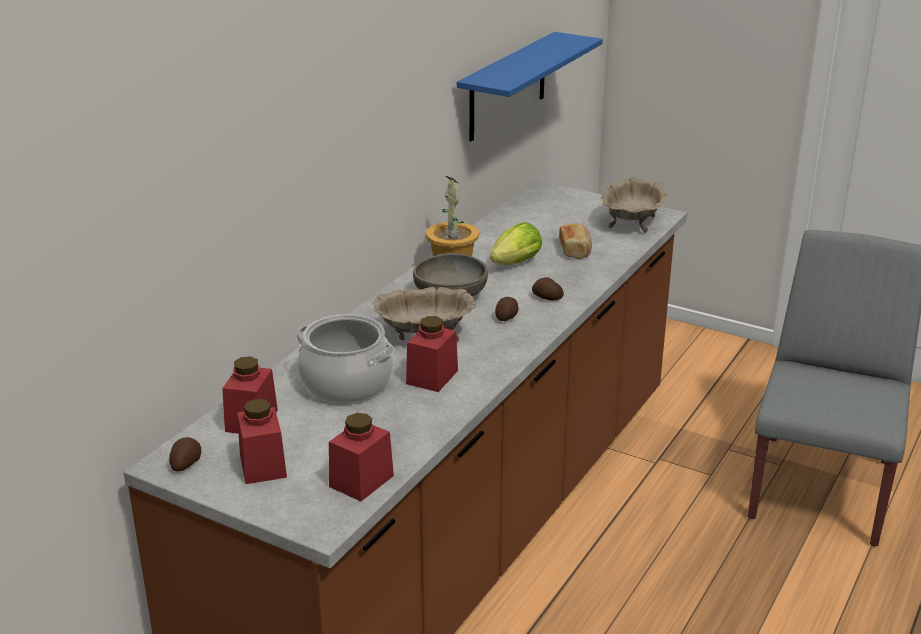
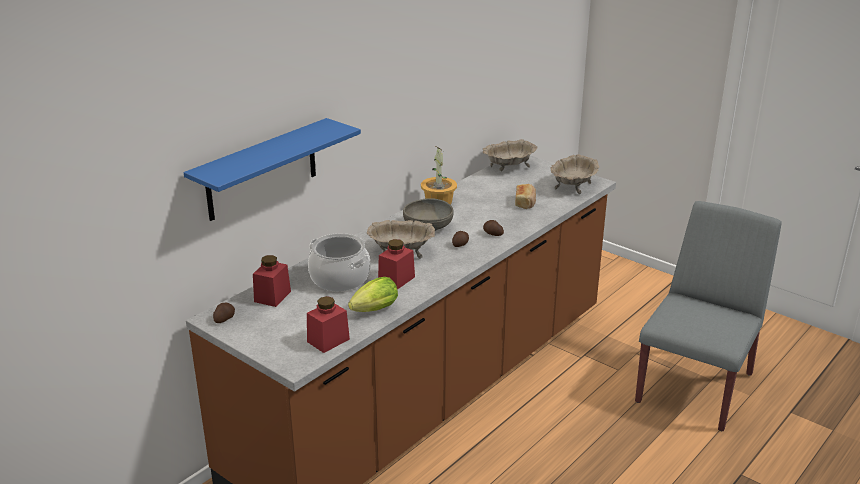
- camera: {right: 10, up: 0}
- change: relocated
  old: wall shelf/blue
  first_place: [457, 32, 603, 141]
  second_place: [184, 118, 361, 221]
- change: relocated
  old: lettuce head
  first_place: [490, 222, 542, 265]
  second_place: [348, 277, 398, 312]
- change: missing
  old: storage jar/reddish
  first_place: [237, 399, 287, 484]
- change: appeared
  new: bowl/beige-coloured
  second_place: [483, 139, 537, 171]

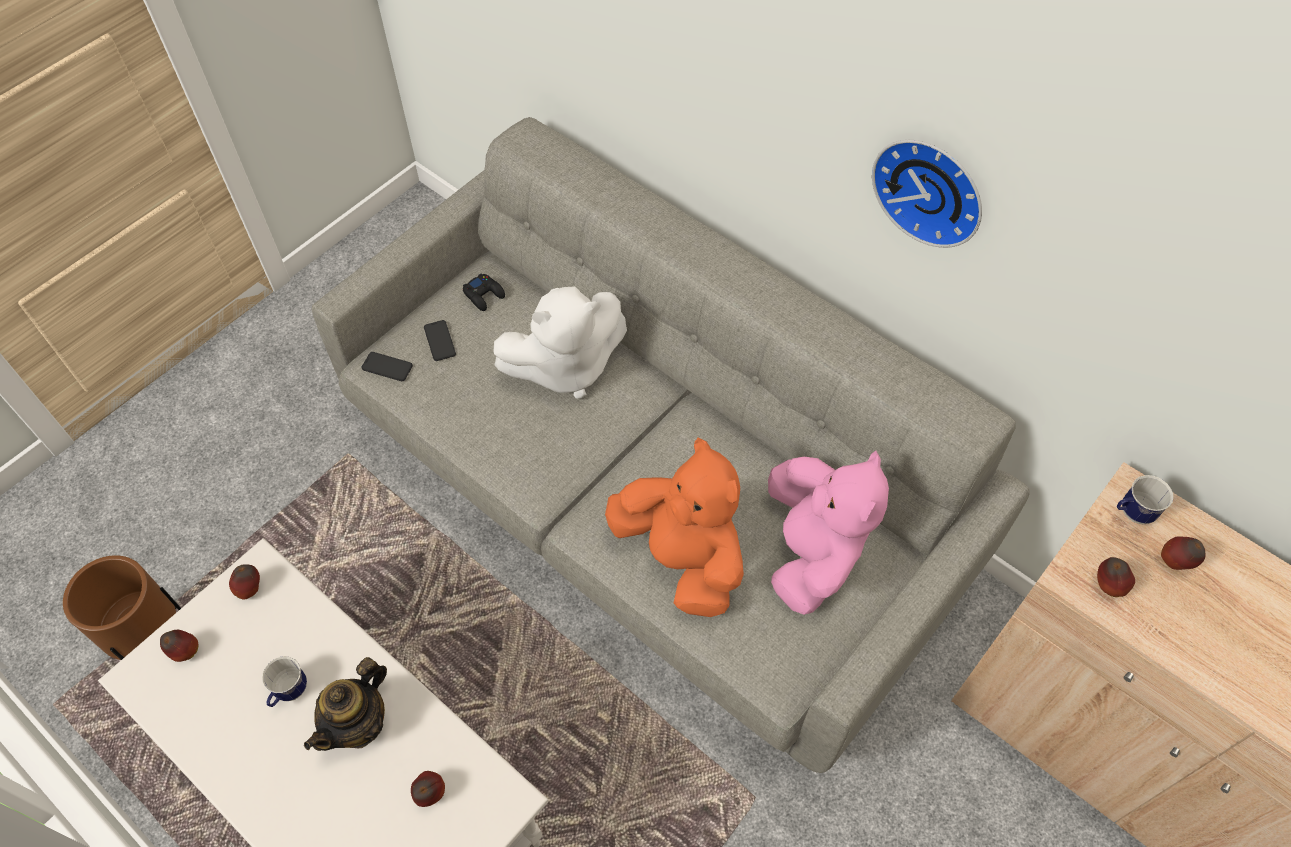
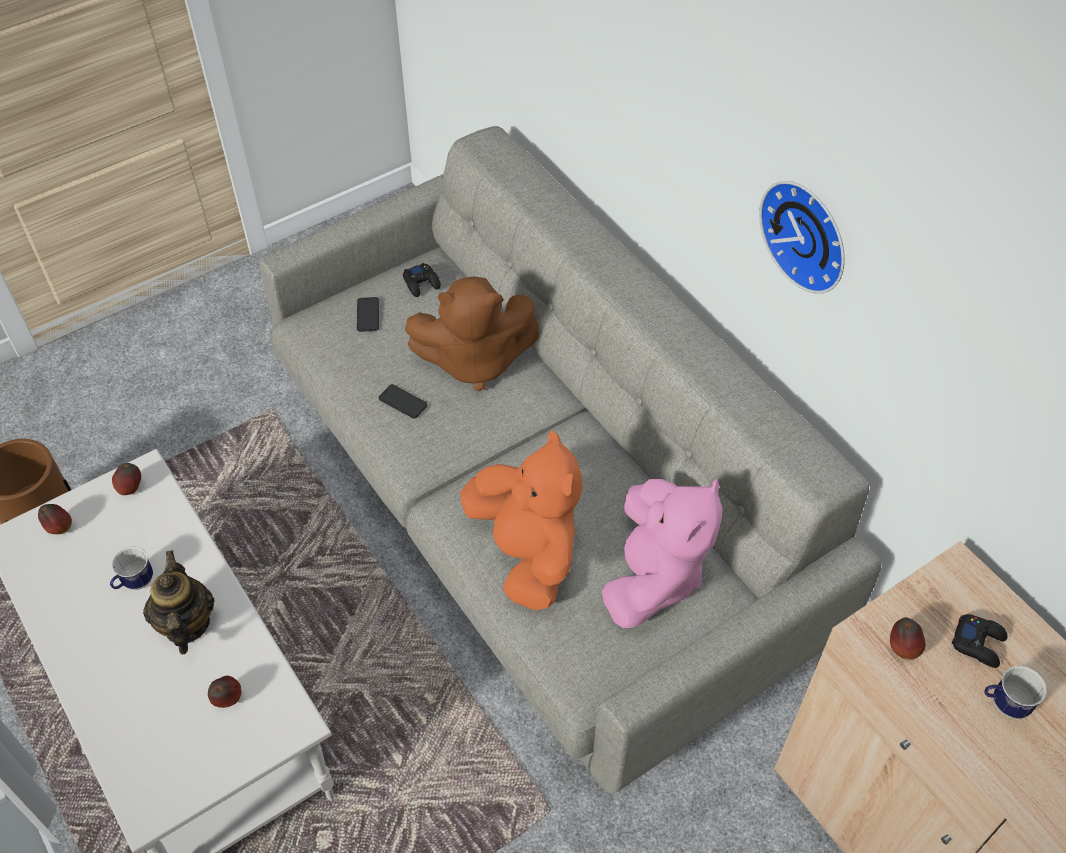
- camera: {right: 15, up: -5}
- change: colour
  old: cuddly toy/white
  new: cuddly toy/brown-coloured
  first_place: [494, 286, 627, 399]
  second_place: [405, 277, 539, 391]
- change: relocated
  old: handset
  first_place: [361, 352, 413, 381]
  second_place: [379, 384, 428, 419]
- change: relocated
  old: mug
  first_place: [1117, 475, 1173, 524]
  second_place: [984, 666, 1047, 719]
- change: exchanged
  old: whole apple
  new: gamepad/blackish
  first_place: [1161, 536, 1205, 570]
  second_place: [952, 614, 1008, 668]
- change: spun
  old: tea pot
  first_place: [304, 657, 387, 751]
  second_place: [143, 551, 215, 654]
  degrees: 120

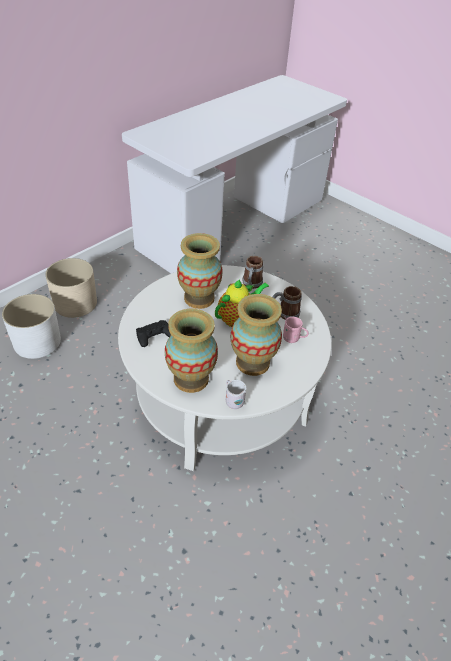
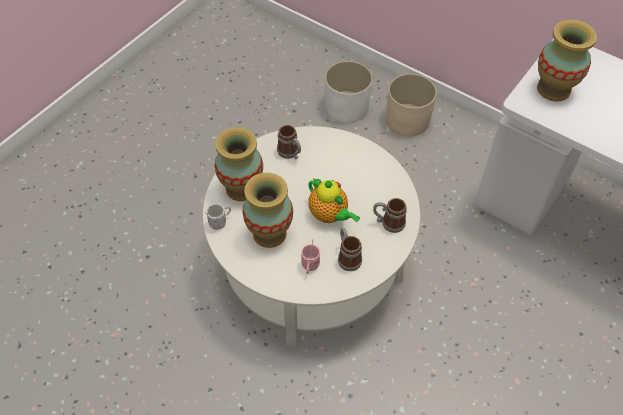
- camera: {right: 85, up: 10}
- change: relocated
  old: flower vase
  first_place: [177, 233, 223, 309]
  second_place: [537, 20, 597, 102]
- change: exchanged
  old: gamepad/blackish
  new: mug
  first_place: [136, 320, 171, 347]
  second_place: [277, 125, 301, 159]

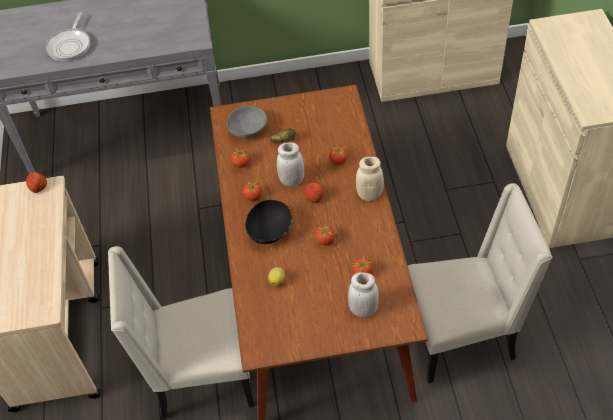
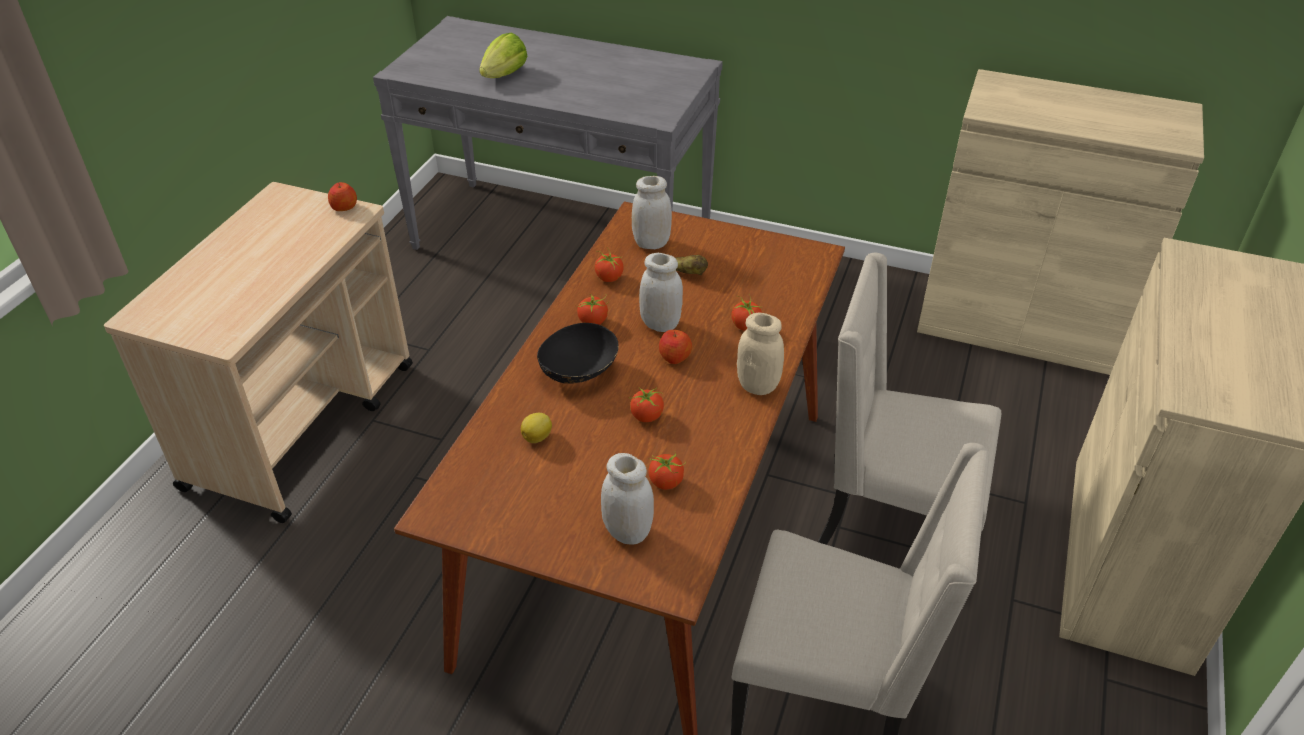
- camera: {right: 25, up: -10}
- change: exchanged
  old: skillet
  new: lettuce head
  first_place: [46, 12, 90, 61]
  second_place: [479, 33, 527, 78]
- change: exchanged
  old: bowl/greyish
  new: storage jar/white
  first_place: [227, 106, 267, 138]
  second_place: [632, 176, 672, 249]
- change: relocated
  old: upright chair/beige-coloured
  first_place: [108, 246, 254, 420]
  second_place: [818, 253, 1001, 545]

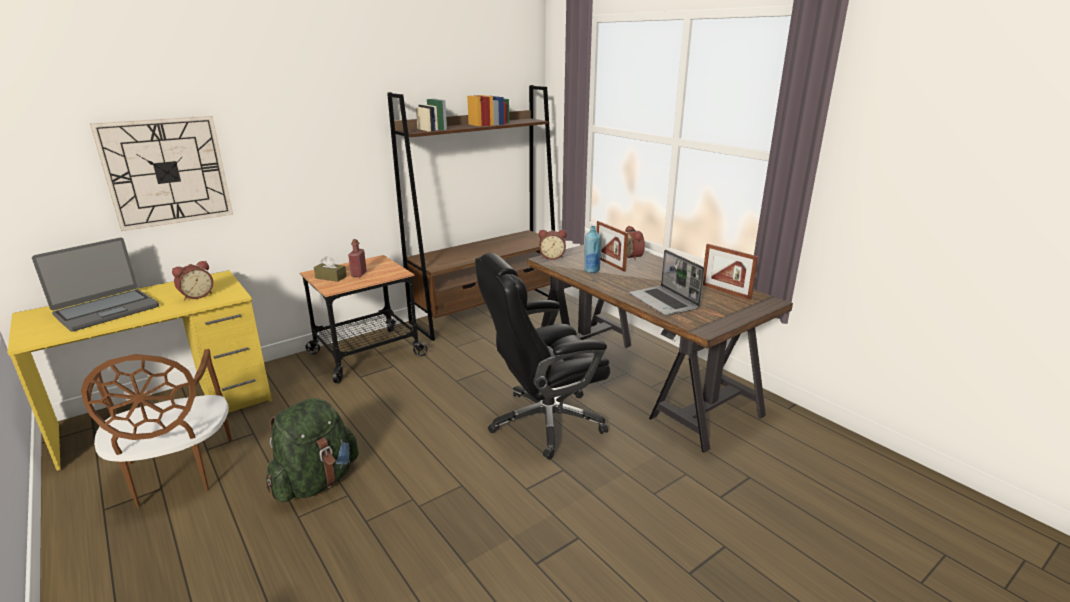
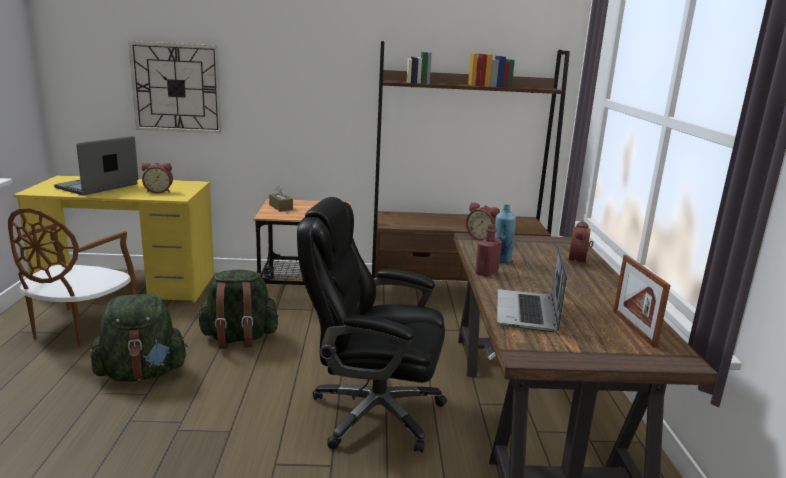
- camera: {right: 35, up: -5}
- change: missing
  old: photo frame
  first_place: [596, 221, 628, 272]
- change: spun
  old: notebook computer
  first_place: [32, 238, 159, 332]
  second_place: [54, 136, 138, 195]
  degrees: 135
- change: relocated
  old: drink bottle/reddish
  first_place: [348, 239, 367, 277]
  second_place: [475, 224, 502, 277]
- change: appeared
  new: rucksack/green
  second_place: [196, 270, 278, 349]

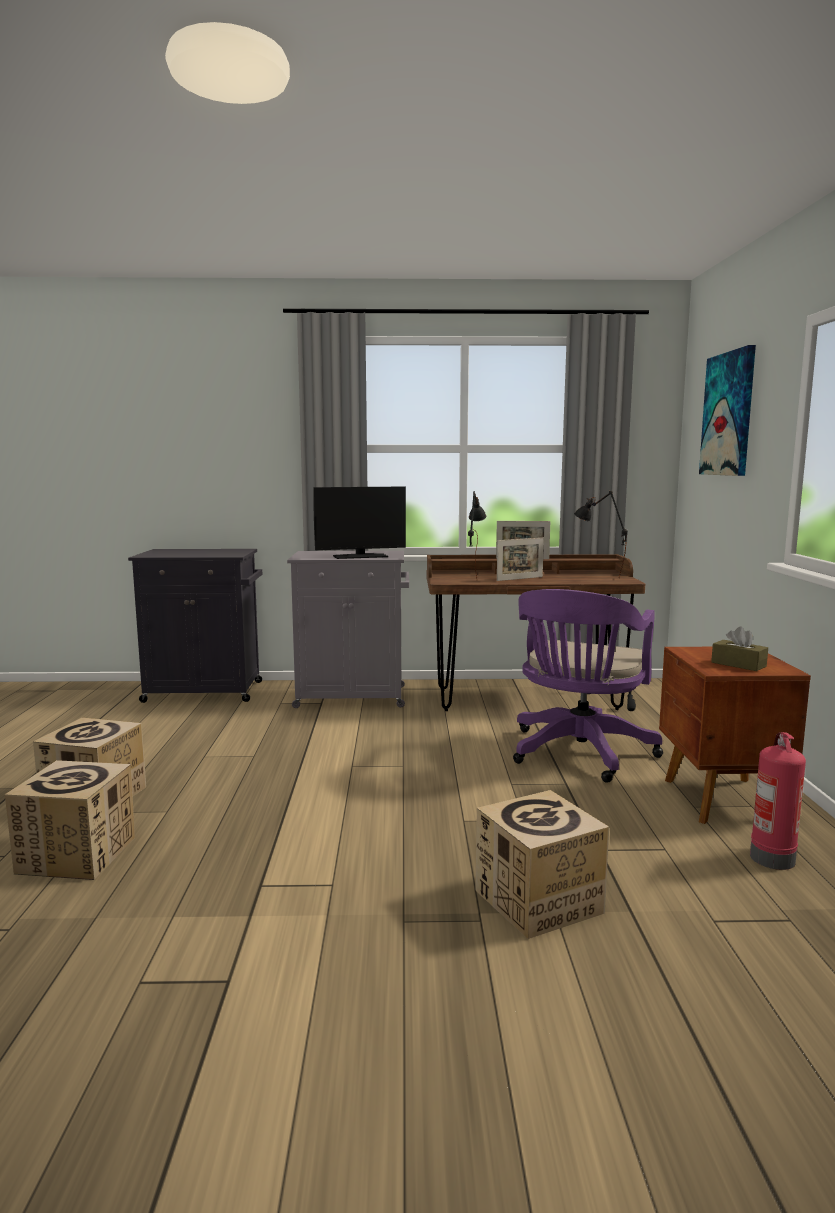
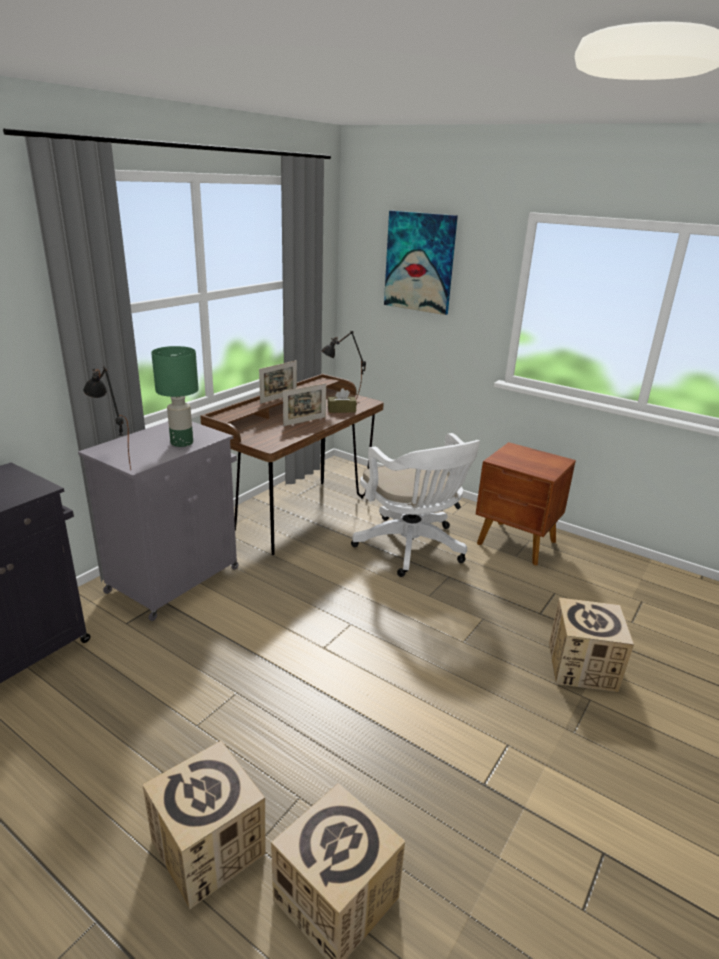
- camera: {right: -55, up: 15}
- change: exchanged
  old: monitor
  new: tabletop lamp/green
  first_place: [313, 487, 406, 559]
  second_place: [151, 346, 199, 447]
- change: relocated
  old: tabletop lamp/blackish
  first_place: [468, 491, 486, 578]
  second_place: [83, 366, 131, 470]
- change: spun
  old: photo frame
  first_place: [497, 538, 544, 581]
  second_place: [283, 383, 326, 426]
  degrees: 45
- change: colour
  old: computer chair/purple
  new: computer chair/white
  first_place: [513, 589, 663, 783]
  second_place: [351, 433, 480, 577]
- change: relocated
  old: box of tissues/brown-coloured
  first_place: [711, 627, 768, 671]
  second_place: [328, 388, 357, 413]
- change: missing
  old: fire extinguisher
  first_place: [750, 732, 806, 870]

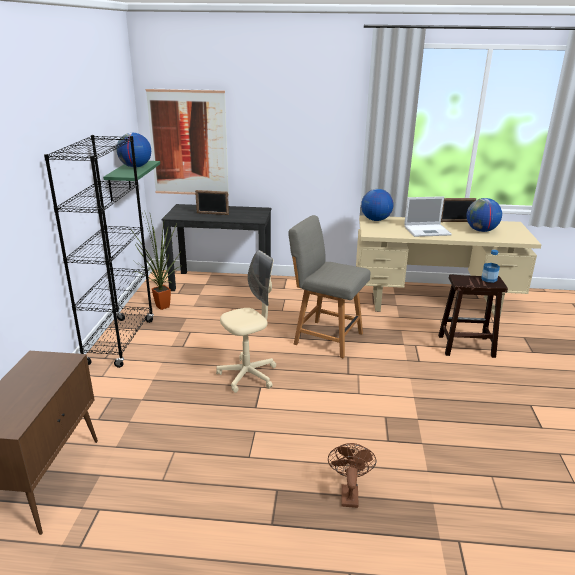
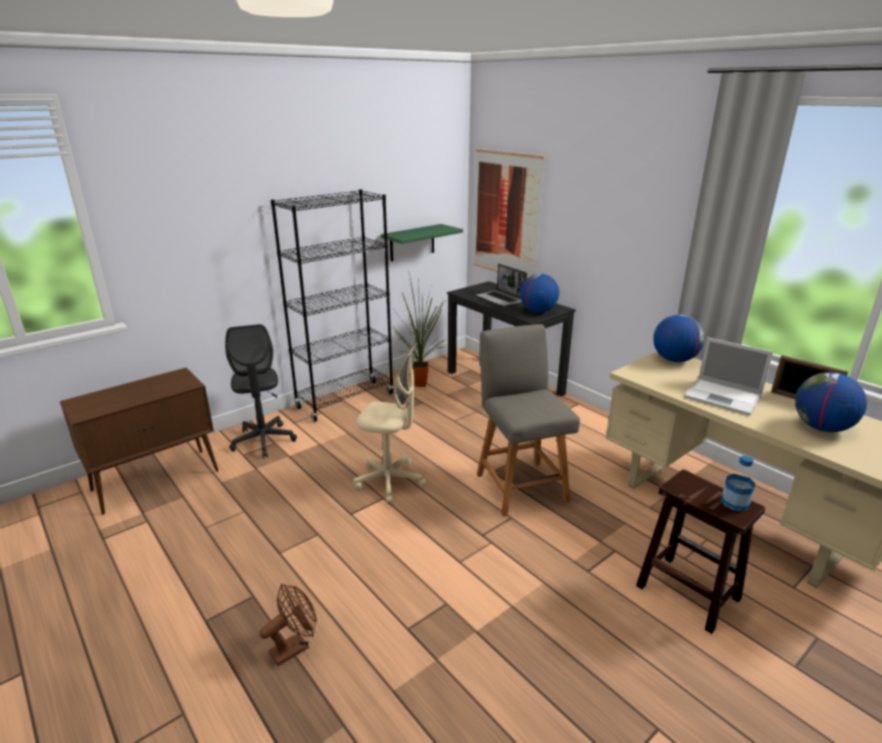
- camera: {right: 45, up: 0}
- change: relocated
  old: world globe
  first_place: [116, 133, 151, 167]
  second_place: [520, 274, 559, 313]
- change: exchanged
  old: photo frame
  new: notebook computer
  first_place: [195, 190, 229, 215]
  second_place: [476, 264, 527, 307]
- change: appeared
  new: computer chair/greyish
  second_place: [225, 324, 297, 458]

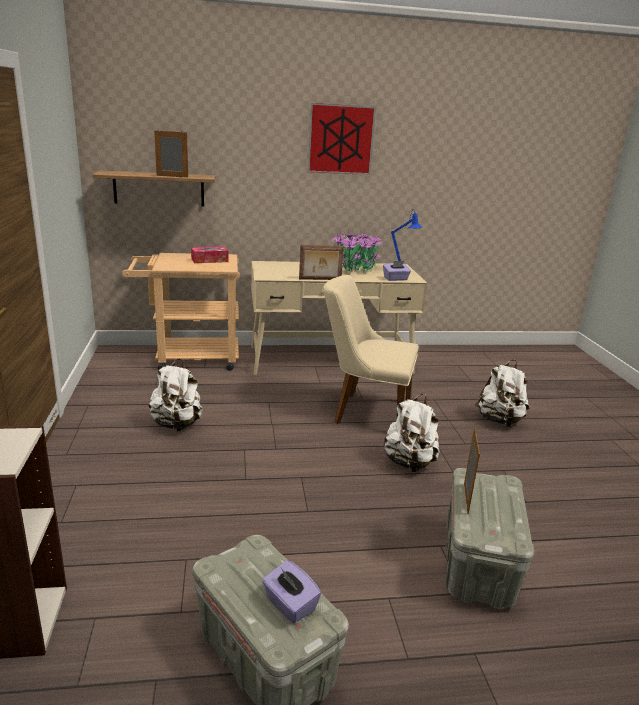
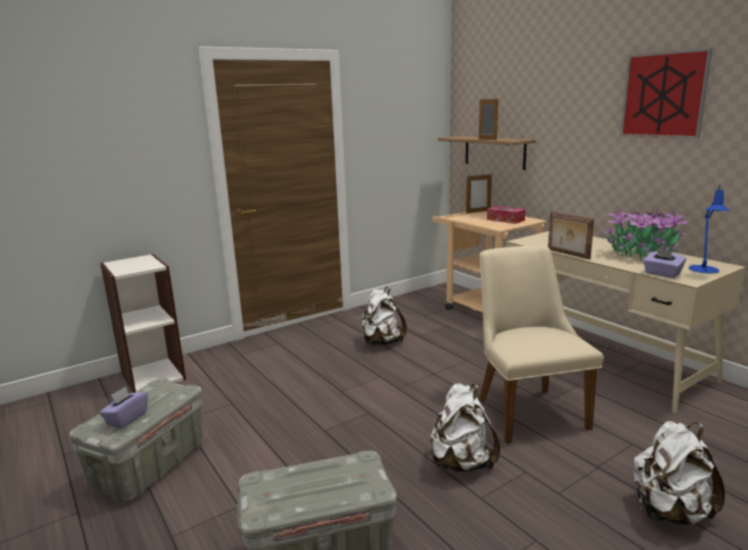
- camera: {right: 65, up: -5}
- change: relocated
  old: photo frame
  first_place: [464, 427, 480, 514]
  second_place: [466, 174, 492, 213]

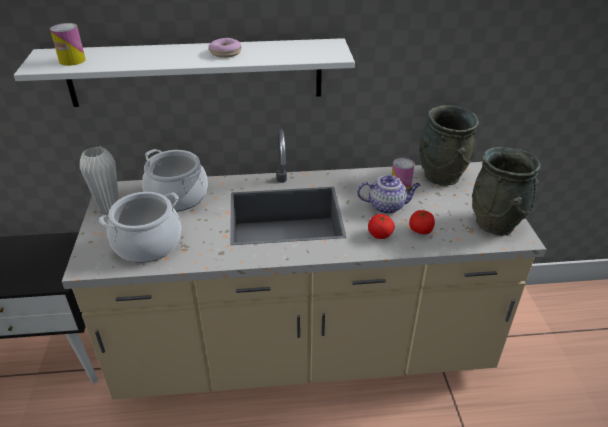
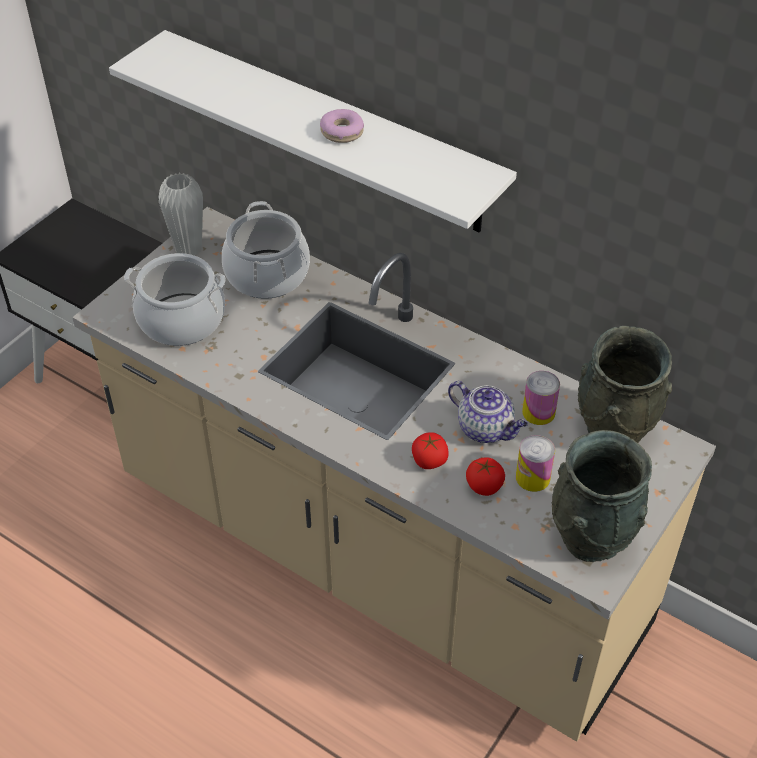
- camera: {right: 40, up: 10}
- change: relocated
  old: can
  first_place: [50, 23, 86, 66]
  second_place: [516, 435, 555, 492]

